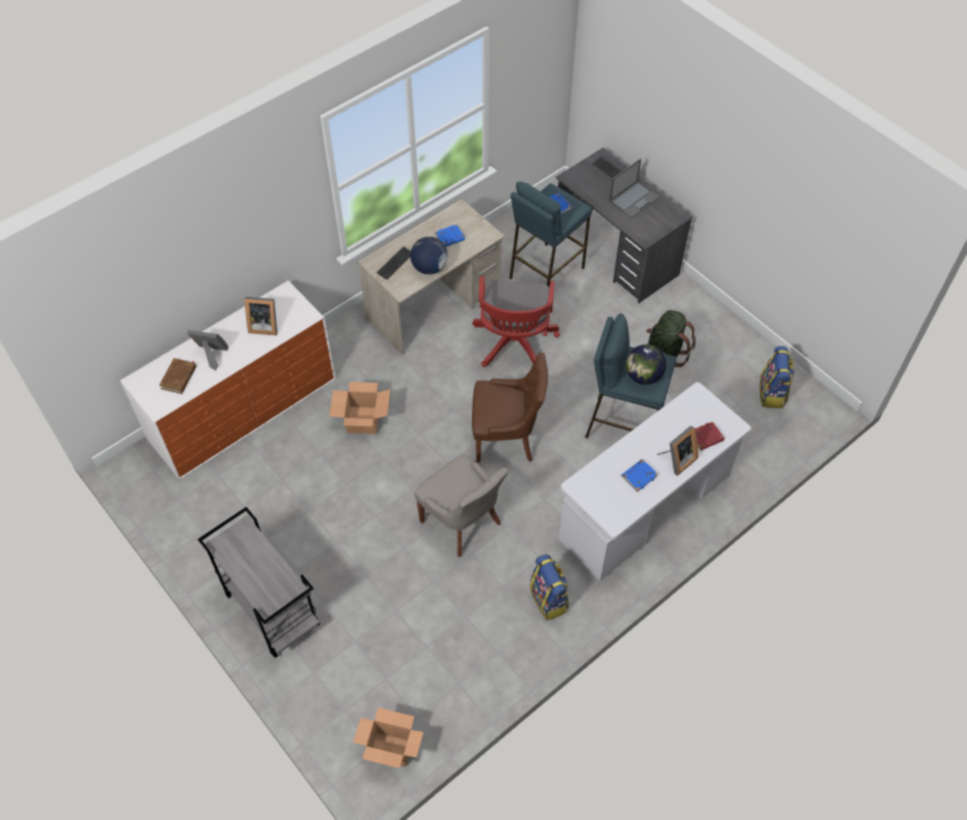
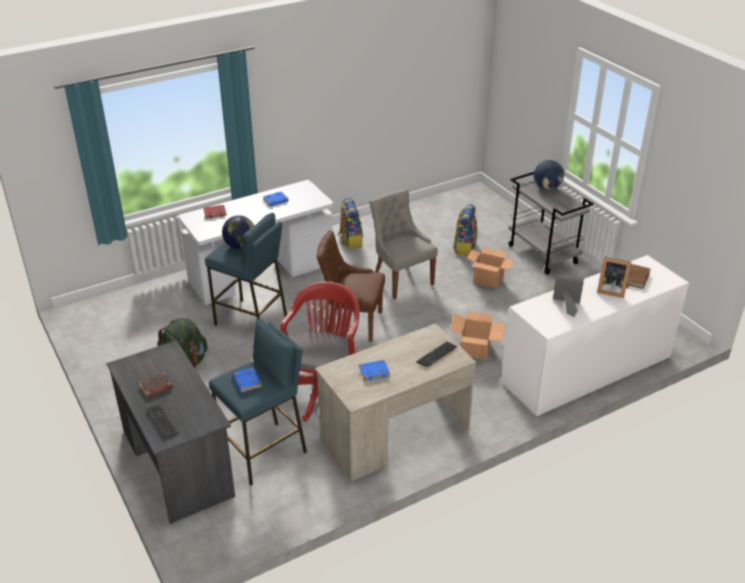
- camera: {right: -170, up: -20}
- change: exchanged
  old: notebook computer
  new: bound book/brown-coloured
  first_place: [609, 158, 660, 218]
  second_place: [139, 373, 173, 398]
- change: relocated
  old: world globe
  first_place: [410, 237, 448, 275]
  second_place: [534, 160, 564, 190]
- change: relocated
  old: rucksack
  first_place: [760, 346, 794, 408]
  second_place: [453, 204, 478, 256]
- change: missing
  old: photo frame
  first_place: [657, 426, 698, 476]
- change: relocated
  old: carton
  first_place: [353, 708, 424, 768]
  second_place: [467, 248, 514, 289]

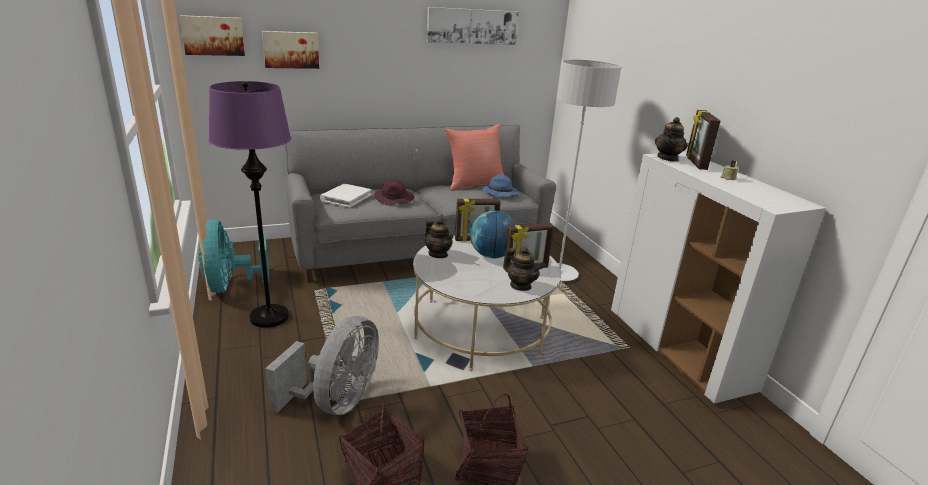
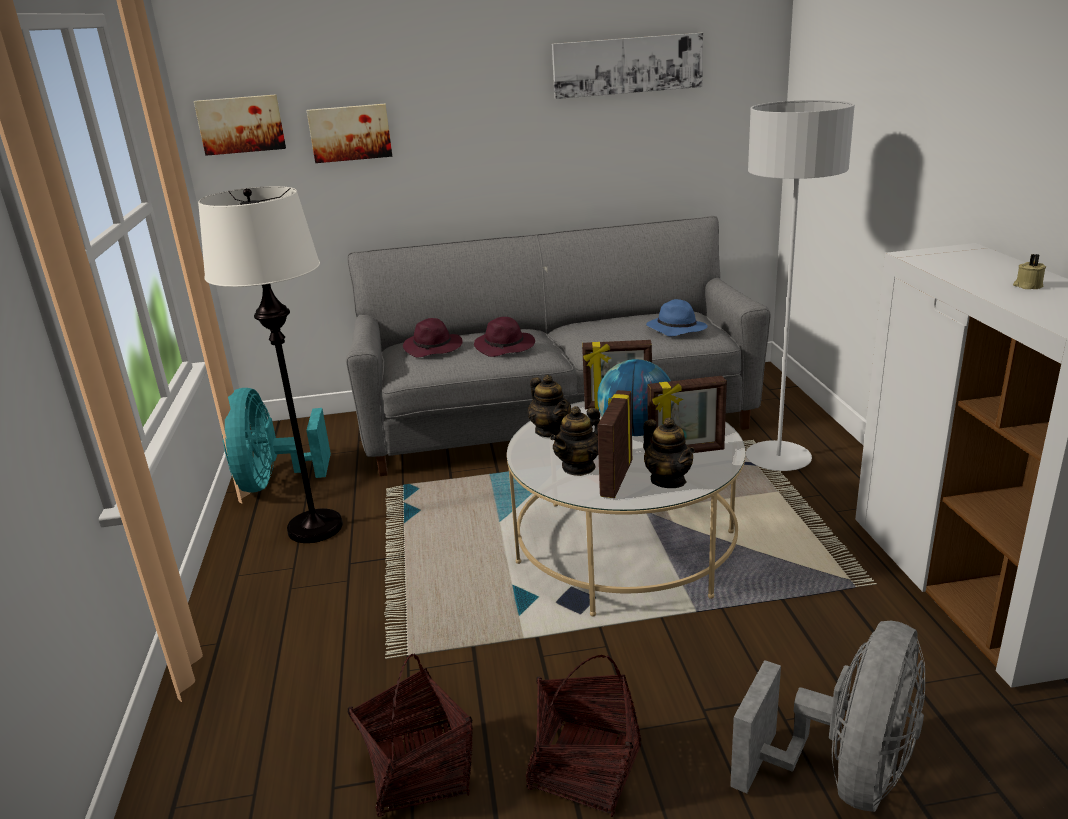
- camera: {right: 15, up: 0}
- change: colour
  old: floor lamp/purple
  new: floor lamp/white
  first_place: [208, 81, 291, 328]
  second_place: [198, 186, 343, 543]
- change: relocated
  old: photo frame
  first_place: [686, 110, 720, 170]
  second_place: [597, 390, 632, 498]
- change: relocated
  old: tea pot
  first_place: [655, 117, 688, 162]
  second_place: [550, 406, 600, 476]
- change: missing
  old: pillow/reddish
  first_place: [445, 124, 504, 191]
- change: exchanged
  old: bound book/white
  new: wearable hat/purple
  first_place: [320, 184, 371, 208]
  second_place: [403, 318, 463, 357]
- change: relocated
  old: cooling fan/greyish
  first_place: [265, 316, 379, 415]
  second_place: [730, 621, 925, 812]

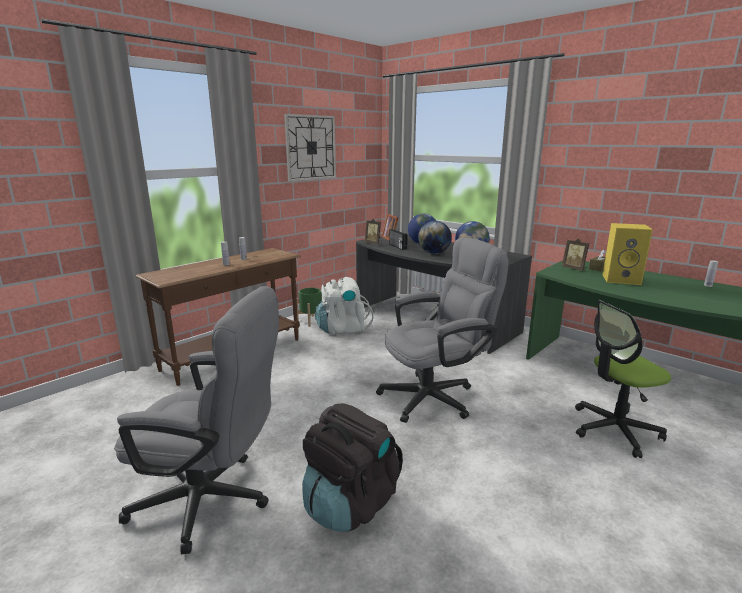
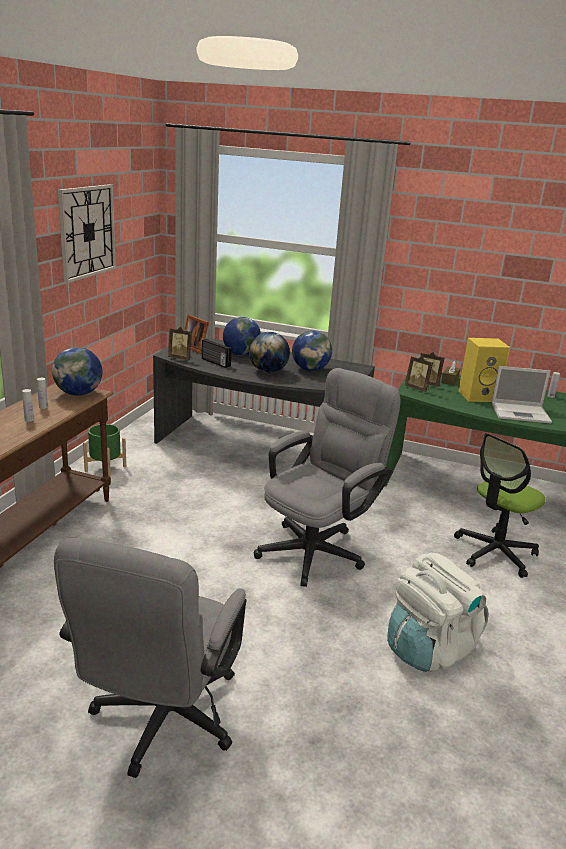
- camera: {right: -25, up: 5}
- change: relocated
  old: rucksack/white
  first_place: [315, 277, 374, 335]
  second_place: [387, 553, 489, 672]
- change: spun
  old: computer chair/greyish
  first_place: [114, 286, 279, 554]
  second_place: [54, 538, 246, 778]
  degrees: 120
- change: missing
  old: rucksack/blackish
  first_place: [302, 403, 403, 532]
- change: appeared
  new: world globe
  second_place: [52, 347, 102, 396]
- change: appeared
  new: photo frame
  second_place: [405, 356, 433, 392]
- change: appeared
  new: notebook computer
  second_place: [492, 366, 552, 424]

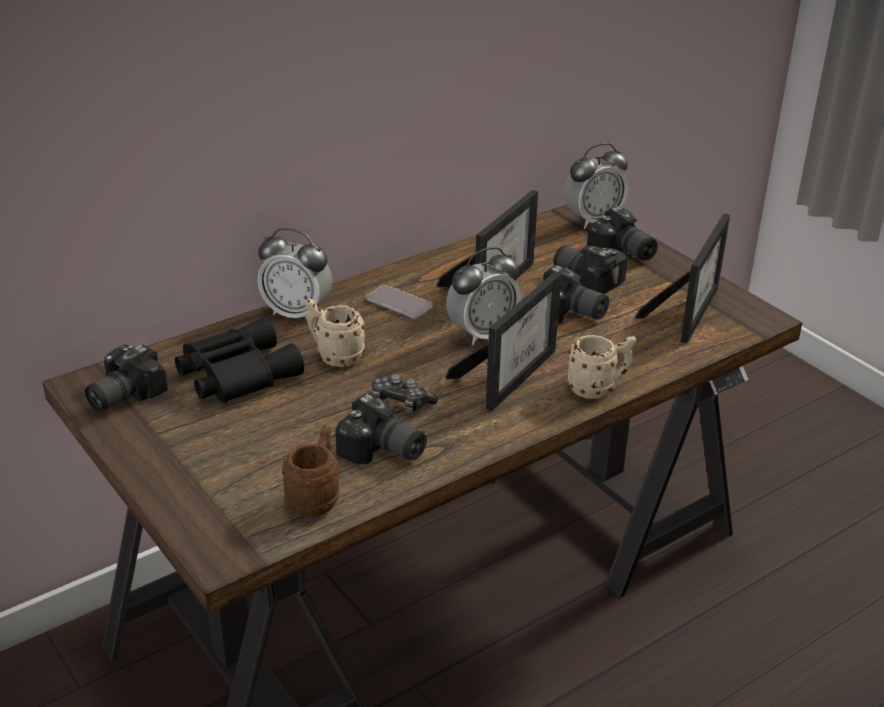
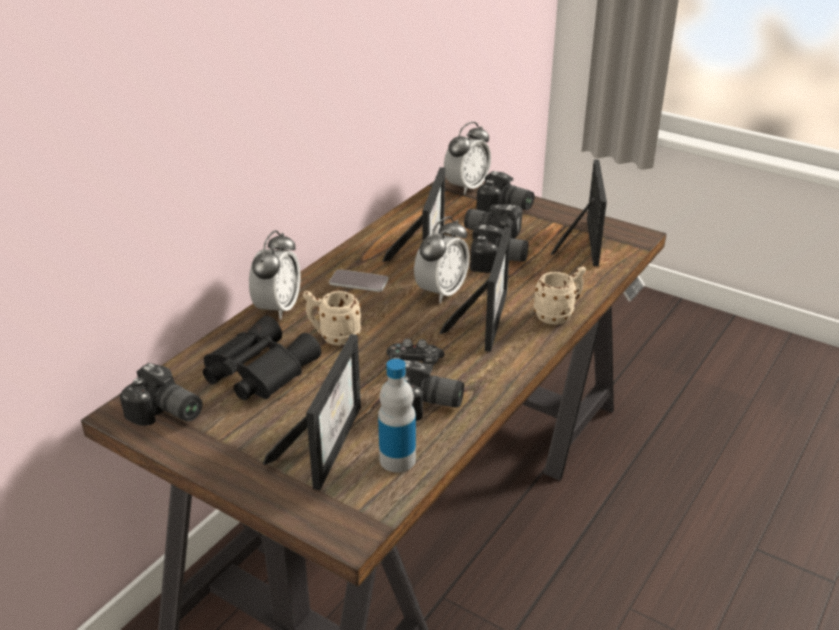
- camera: {right: -20, up: 0}
- change: spun
  old: bedside clock
  first_place: [257, 228, 332, 320]
  second_place: [249, 230, 300, 320]
  degrees: -75
- change: spun
  old: photo camera
  first_place: [85, 344, 168, 412]
  second_place: [120, 363, 203, 426]
  degrees: -75
- change: exchanged
  old: mug/brown-coloured
  new: drink bottle
  first_place: [282, 425, 339, 517]
  second_place: [378, 359, 416, 472]
- change: appeared
  new: photo frame
  second_place: [263, 334, 361, 490]

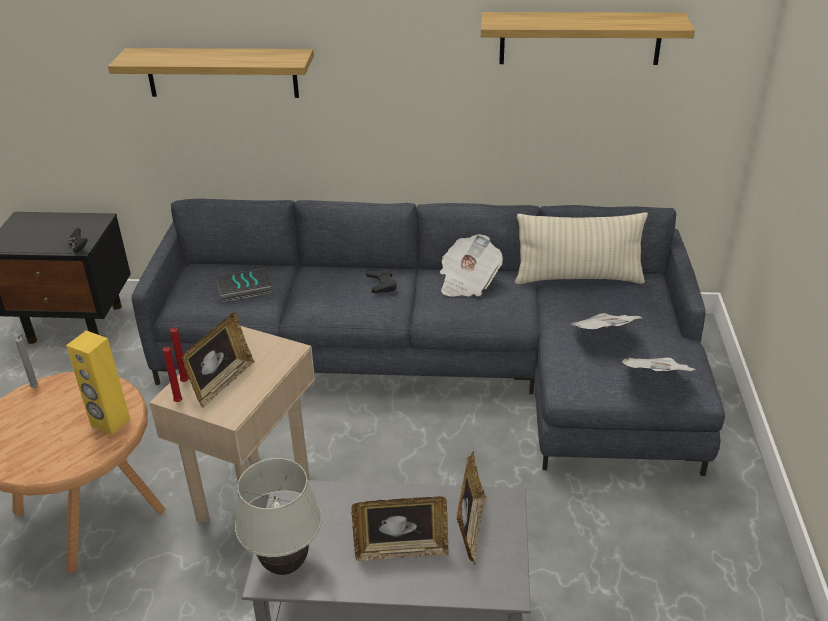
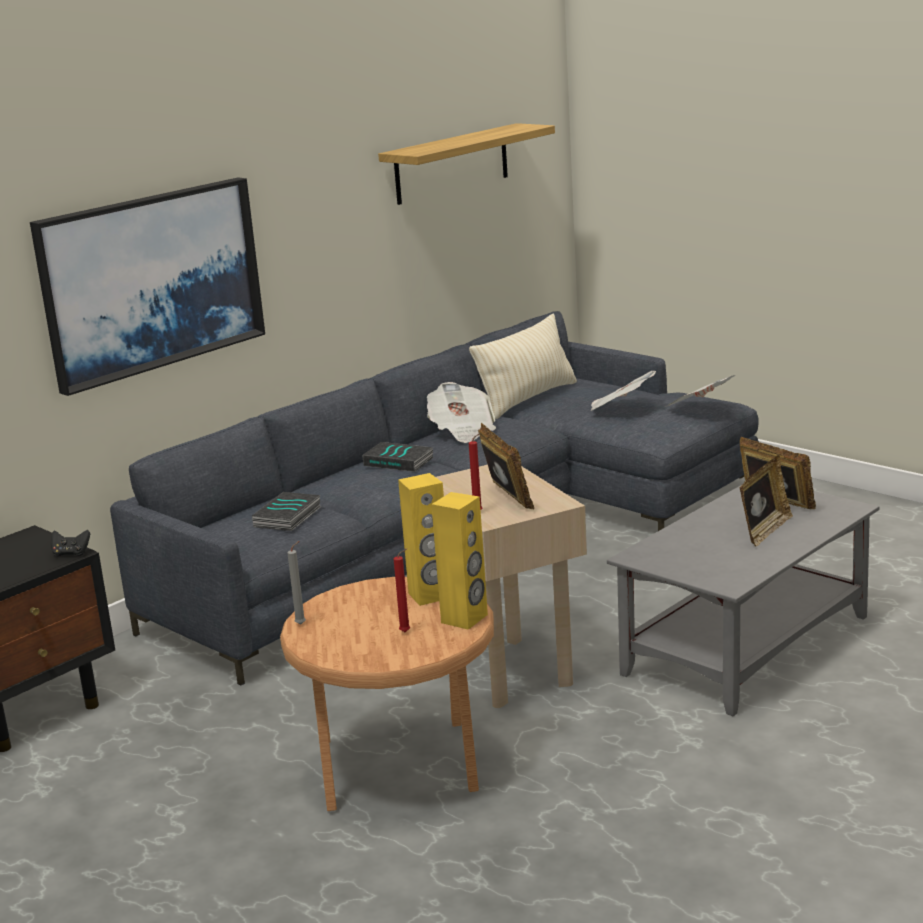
- camera: {right: -50, up: -15}
- change: exchanged
  old: wall shelf
  new: picture
  first_place: [108, 48, 314, 98]
  second_place: [30, 178, 265, 396]
- change: exchanged
  old: gamepad/blackish
  new: bound book
  first_place: [366, 269, 397, 293]
  second_place: [362, 442, 434, 472]
- change: relocated
  old: candle/reddish
  first_place: [163, 345, 183, 402]
  second_place: [394, 548, 410, 632]
- change: missing
  old: tabletop lamp/white
  first_place: [235, 458, 322, 575]
- change: appeared
  new: loudspeaker/yellow-coloured
  second_place: [431, 492, 488, 630]

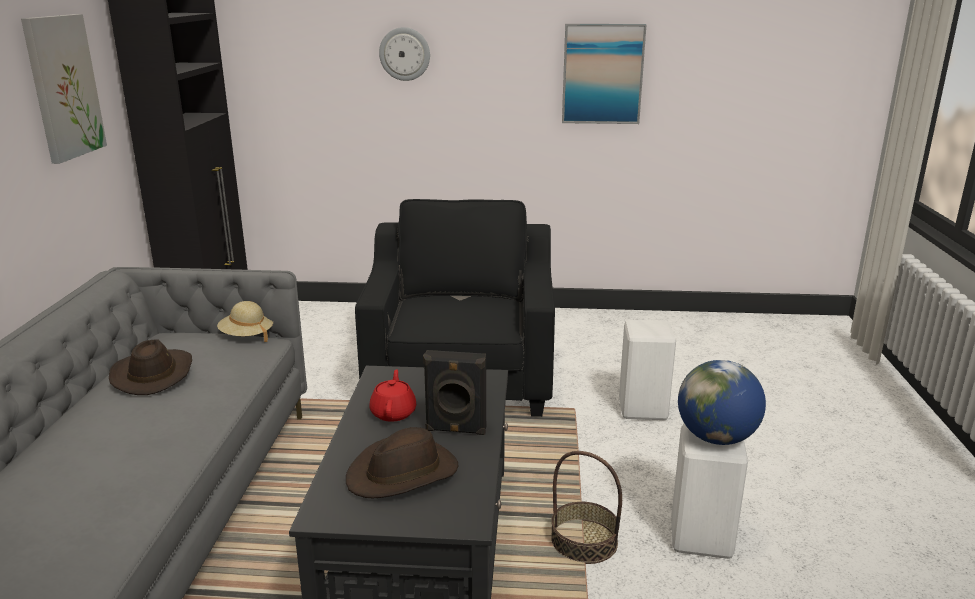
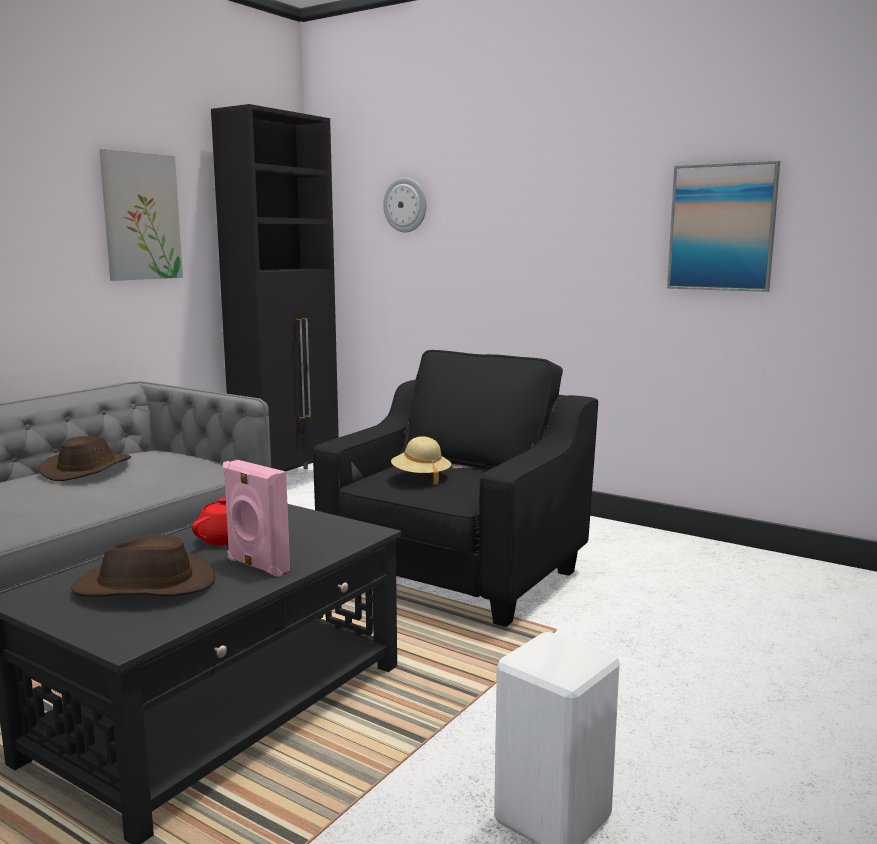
- camera: {right: 30, up: -10}
- change: relocated
  old: clock on the wall
  first_place: [379, 27, 430, 81]
  second_place: [383, 178, 427, 233]
- change: relocated
  old: wearable hat/beige-coloured
  first_place: [217, 301, 273, 342]
  second_place: [391, 436, 451, 485]
- change: missing
  old: stool seat/white
  first_place: [619, 320, 676, 420]
- change: colour
  old: loudspeaker/blackish
  new: loudspeaker/pink
  first_place: [423, 350, 486, 435]
  second_place: [223, 460, 290, 577]
- change: missing
  old: world globe
  first_place: [678, 360, 766, 445]
- change: missing
  old: basket
  first_place: [551, 451, 622, 564]

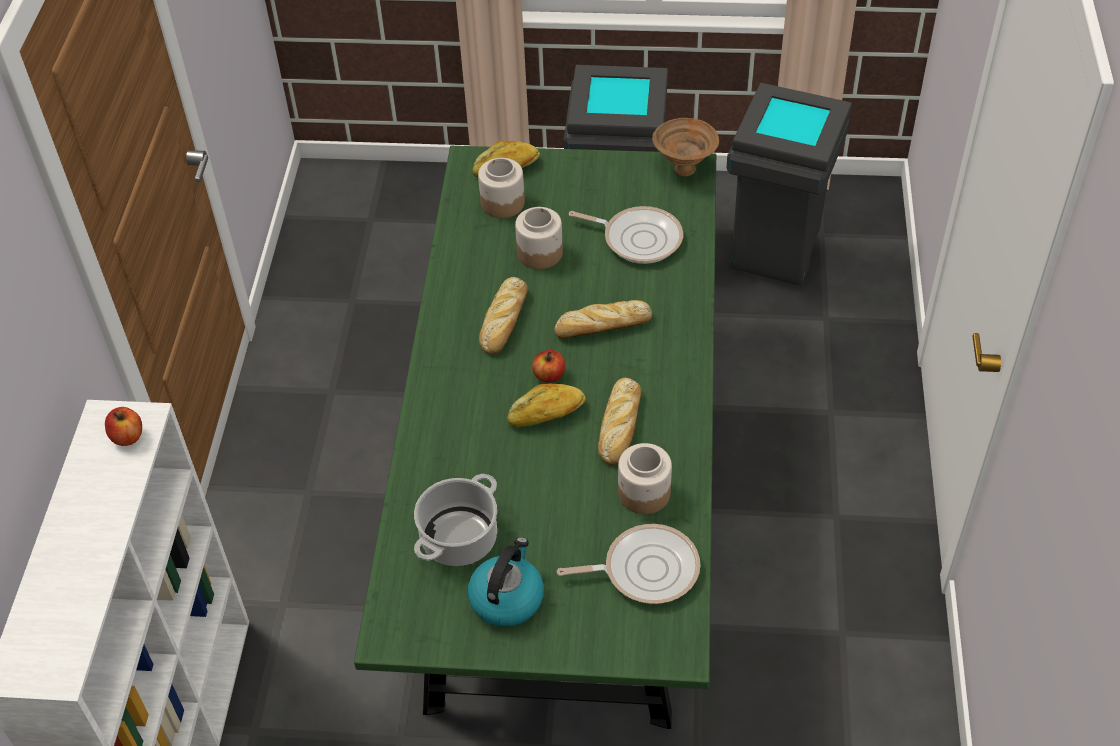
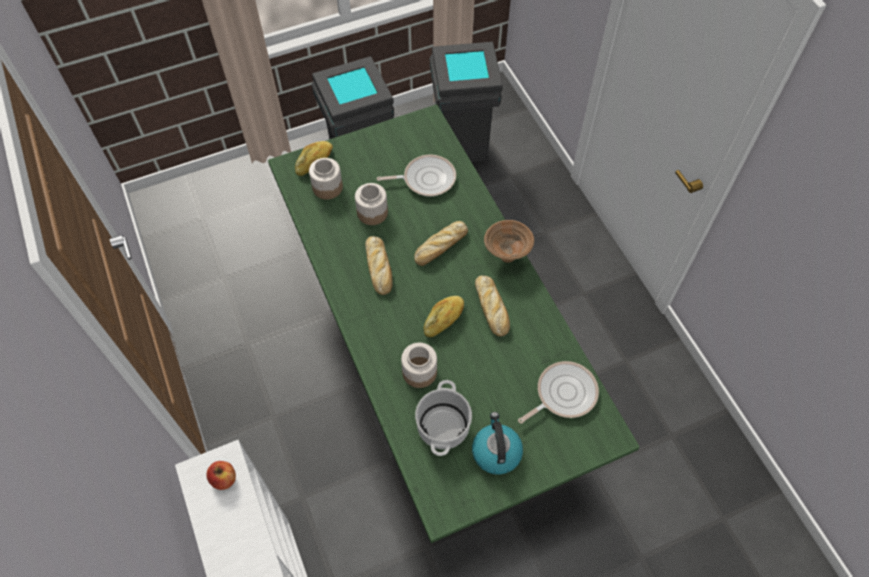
- camera: {right: -30, up: 10}
- change: relocated
  old: bowl/brown-coloured
  first_place: [652, 118, 719, 176]
  second_place: [484, 220, 534, 263]
- change: missing
  old: whole apple
  first_place: [532, 350, 565, 383]
- change: relocated
  old: storage jar
  first_place: [618, 443, 672, 514]
  second_place: [401, 343, 437, 388]

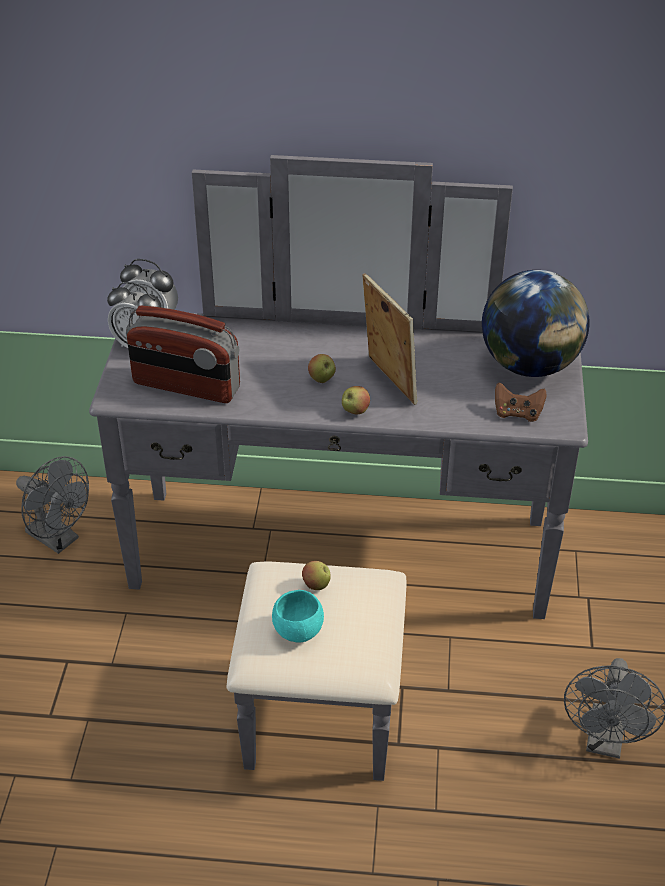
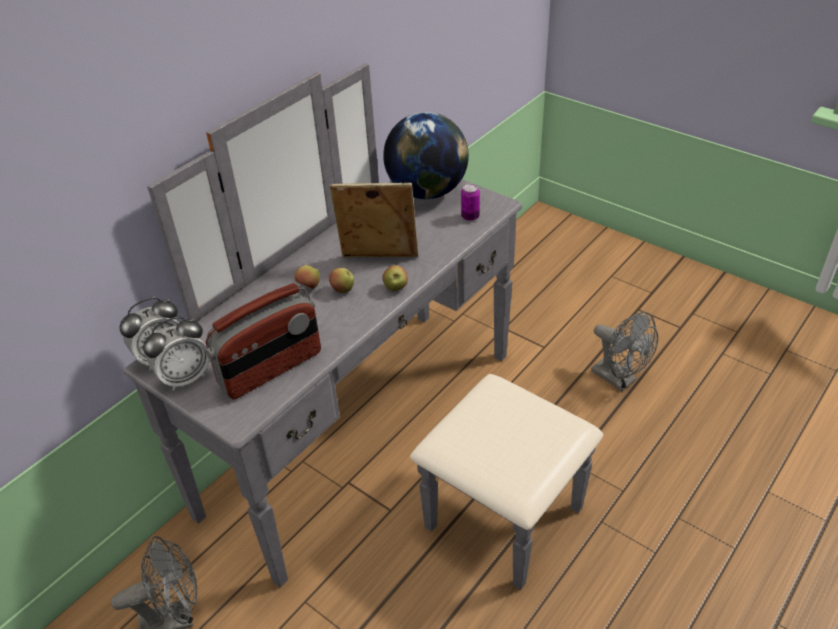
- camera: {right: -55, up: 0}
- change: exchanged
  old: gamepad/brown-coloured
  new: can
  first_place: [495, 382, 546, 422]
  second_place: [461, 184, 480, 221]
- change: relocated
  old: whole apple
  first_place: [302, 561, 331, 590]
  second_place: [295, 265, 320, 289]
- change: missing
  old: bowl/blue-green
  first_place: [272, 590, 324, 643]

